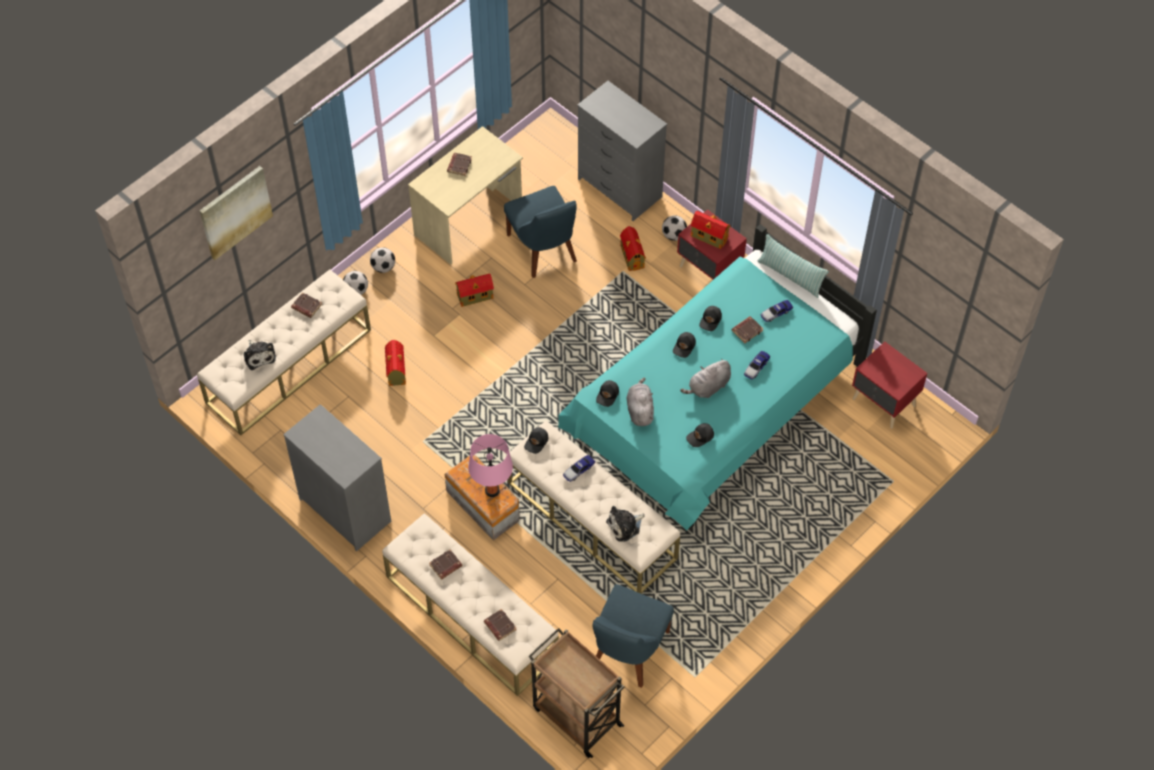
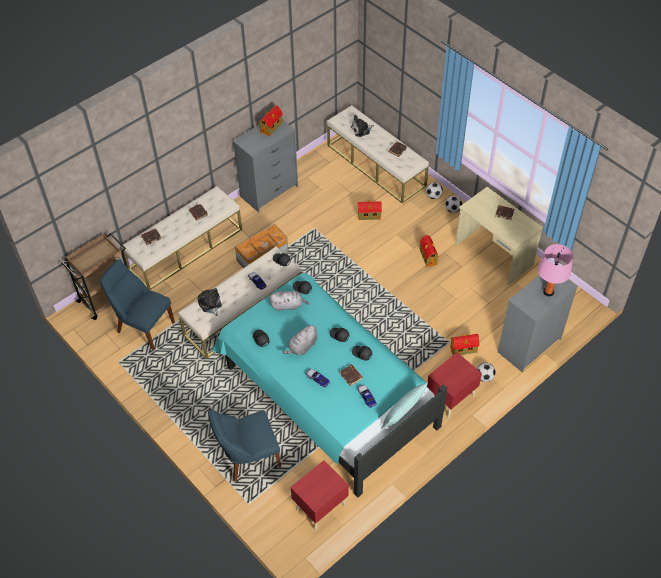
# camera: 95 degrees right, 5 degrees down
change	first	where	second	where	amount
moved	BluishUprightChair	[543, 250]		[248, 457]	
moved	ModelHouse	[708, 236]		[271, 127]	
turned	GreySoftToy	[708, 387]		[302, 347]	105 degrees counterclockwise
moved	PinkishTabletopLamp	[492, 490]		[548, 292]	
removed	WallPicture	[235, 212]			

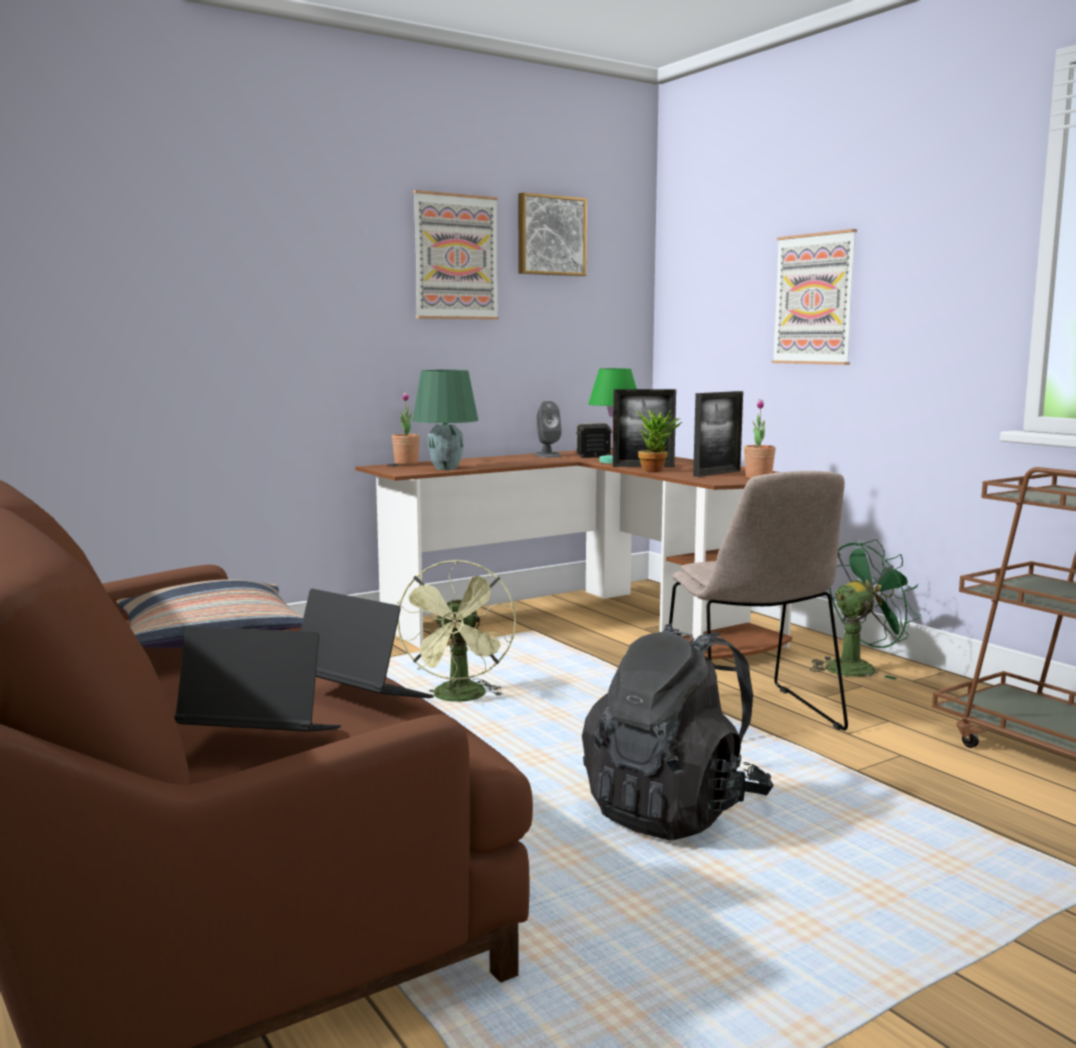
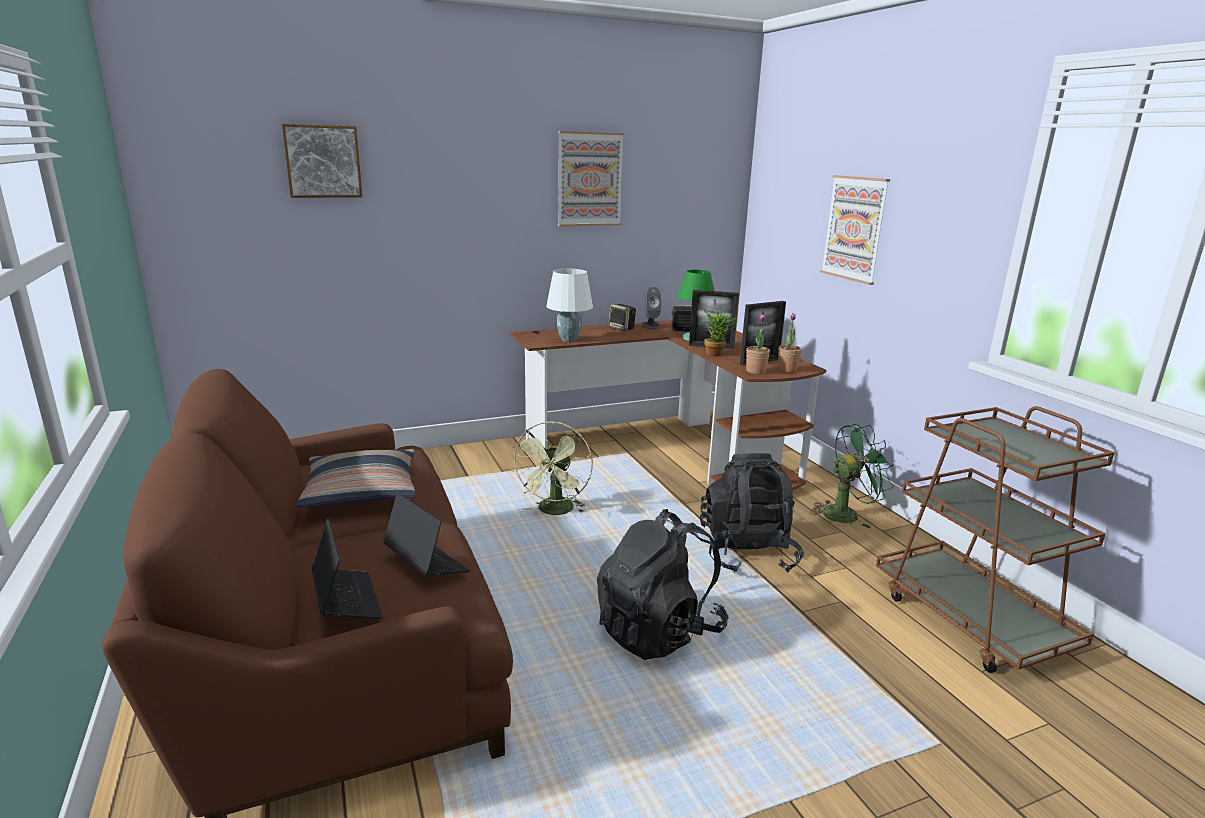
# camera: 10 degrees right, 10 degrees up
change	first	where	second	where	amount
moved	WallPicture	[550, 236]		[323, 161]	
turned	Laptop	[261, 740]		[346, 601]	45 degrees clockwise
recoloured	GreenishTabletopLamp	[446, 468]	WhiteTabletopLamp	[569, 340]	
added			Loudspeaker	[622, 328]	
replaced	BeigeColouredUprightChair	[751, 718]	BlackColouredRucksack	[747, 553]	
moved	PottedPlant	[406, 463]		[755, 371]	

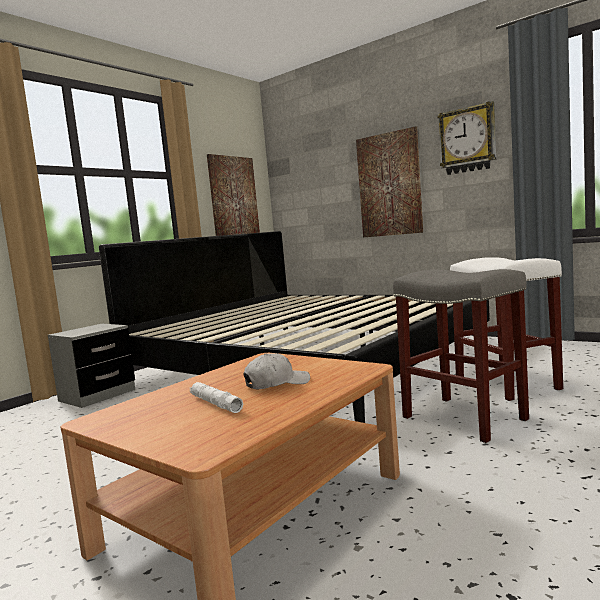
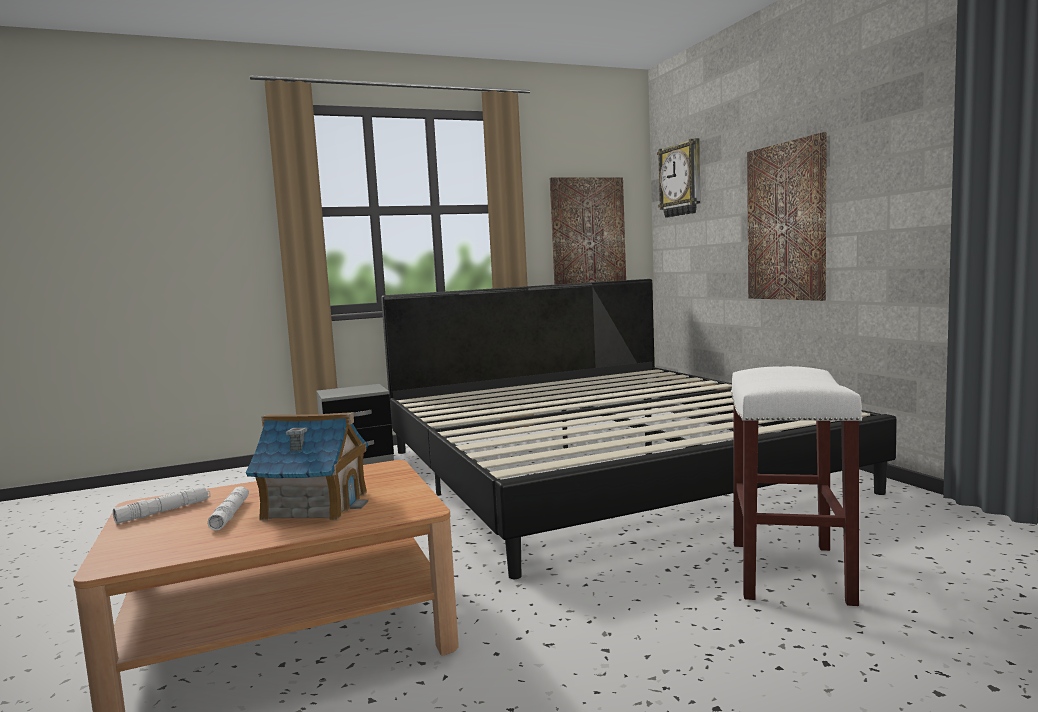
# camera: 30 degrees right, 0 degrees up
change	first	where	second	where	amount
added			WhiteFlashlight	[164, 511]	
replaced	WhitePeakedCap	[277, 383]	ModelHouse	[315, 505]	
moved	HangingClock	[467, 140]		[681, 180]	
removed	GreyStool	[465, 418]			

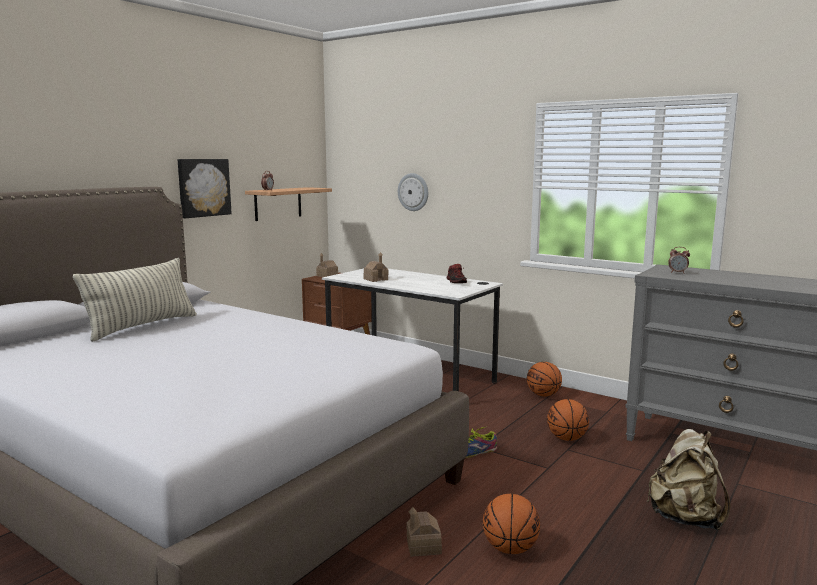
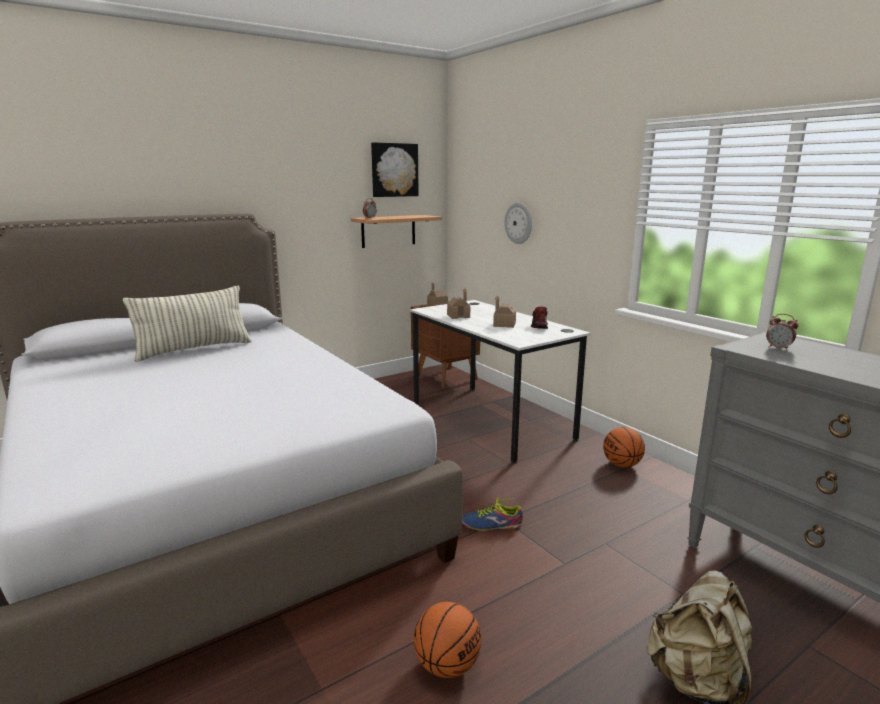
# camera: 20 degrees right, 5 degrees up
change	first	where	second	where	amount
moved	WallPicture	[203, 187]		[394, 170]	
moved	ModelHouse	[423, 546]		[504, 324]	
removed	Basketball	[567, 438]			

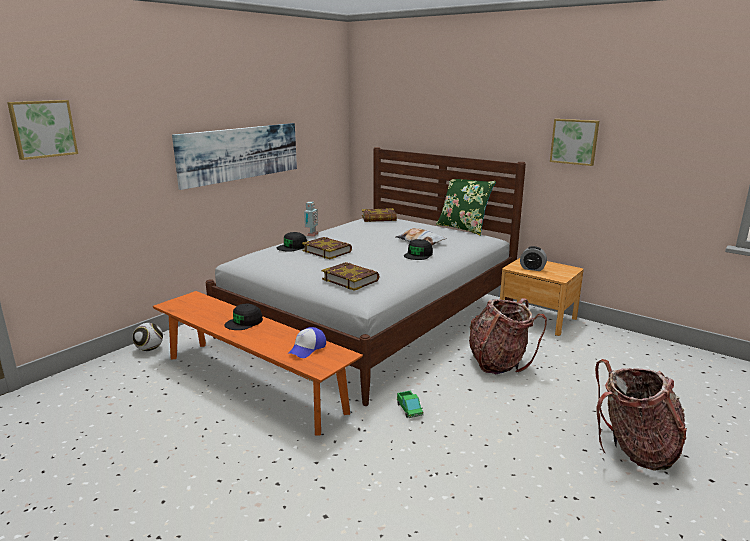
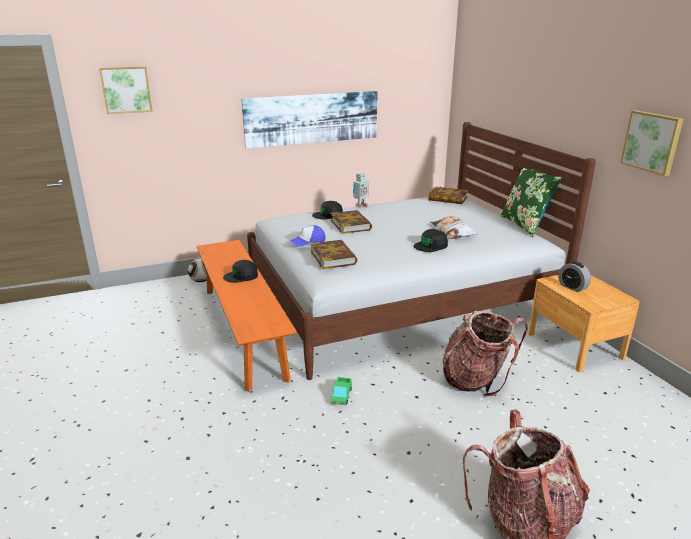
# camera: 30 degrees right, 5 degrees up
change	first	where	second	where	amount
moved	PeakedCap	[307, 348]		[308, 241]	

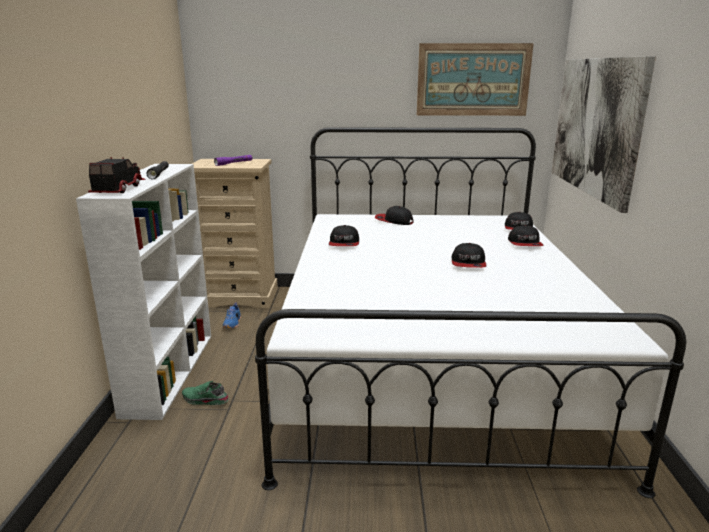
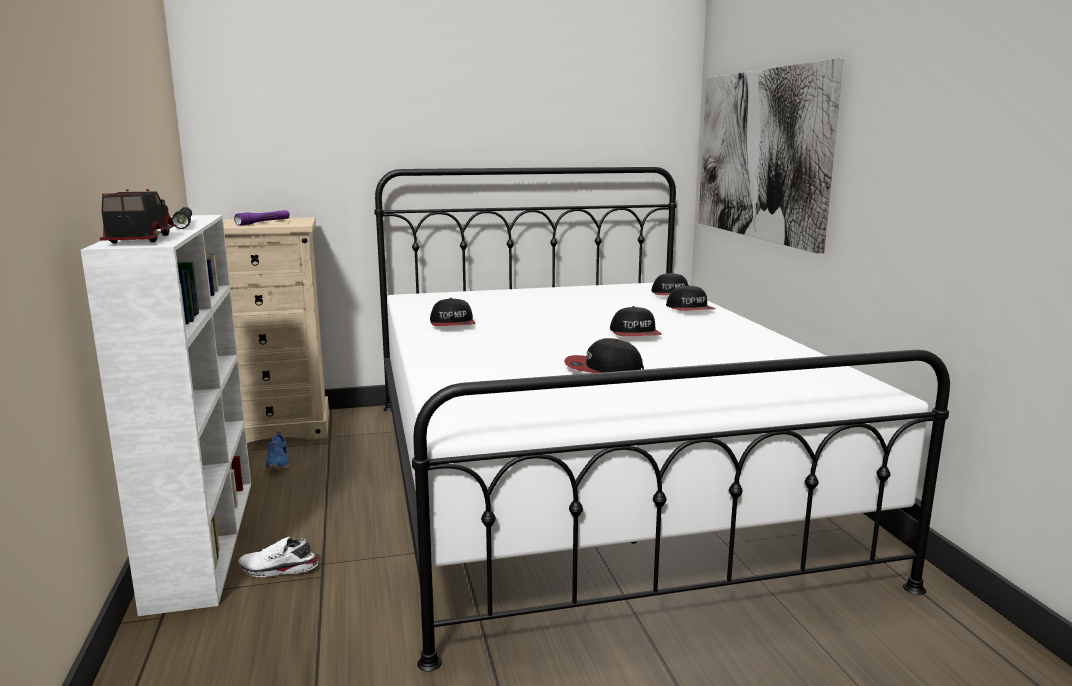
# camera: 15 degrees left, 5 degrees down
change	first	where	second	where	amount
recoloured	GreenishLowShoe	[204, 400]	WhiteLowShoe	[278, 570]	
moved	PeakedCap	[393, 221]		[603, 369]	
removed	WallPicture	[473, 80]			

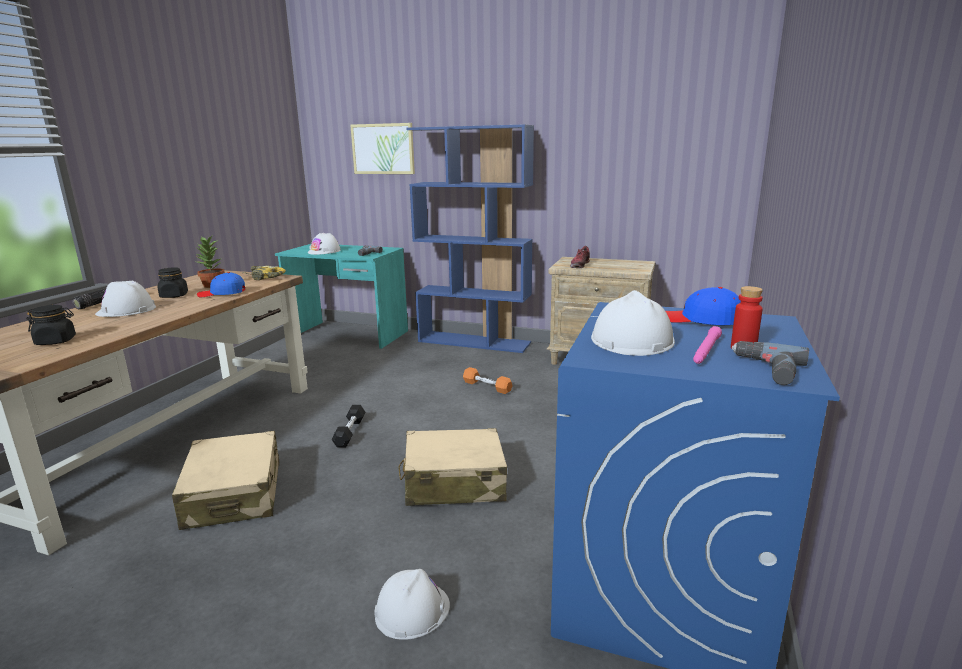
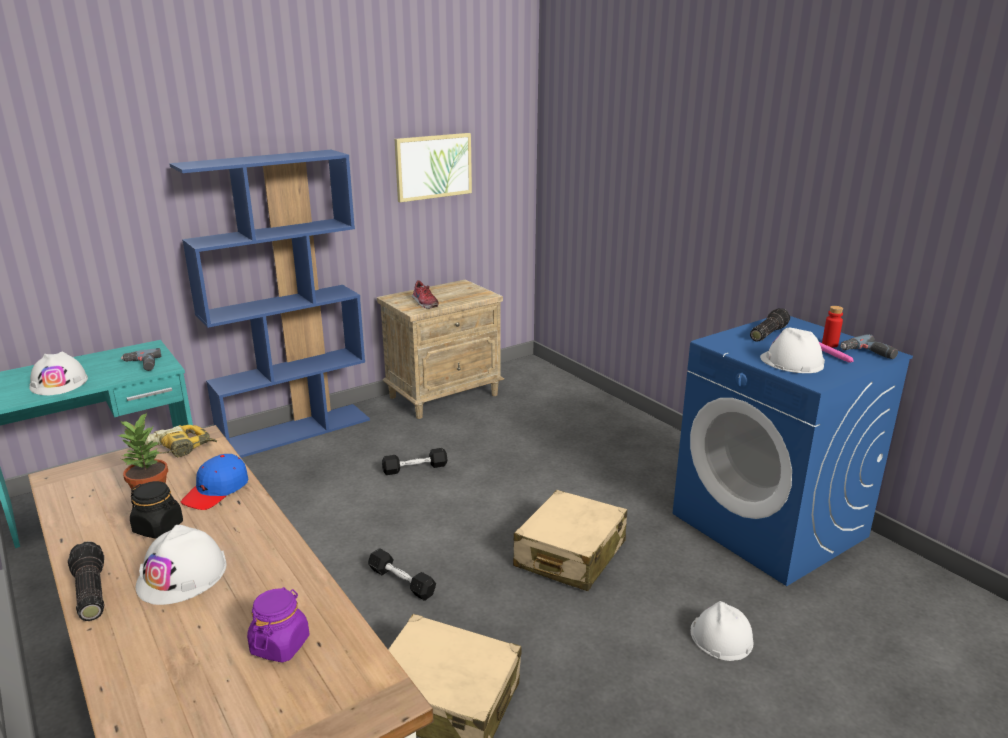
# camera: 55 degrees left, 5 degrees up
change	first	where	second	where	amount
recoloured	BlackColouredJar	[56, 341]	PurpleColouredJar	[280, 645]	
recoloured	OrangeHandWeight	[487, 386]	BlackColouredHandWeight	[415, 468]	
moved	WallPicture	[383, 149]		[433, 166]	
replaced	BluishPeakedCap	[700, 320]	Flashlight	[767, 333]	

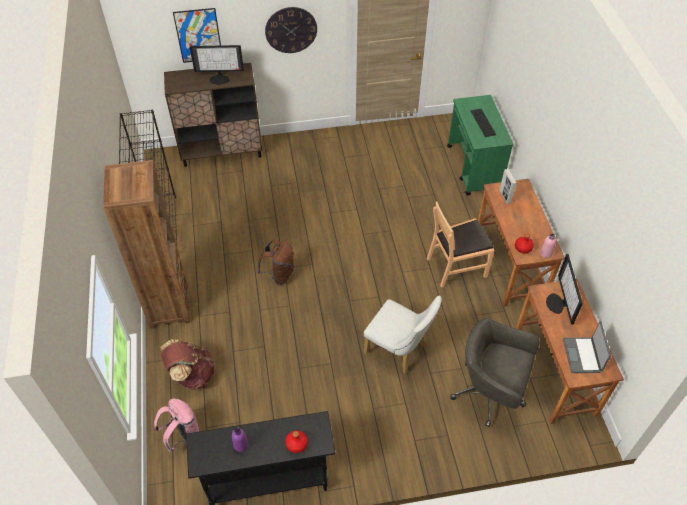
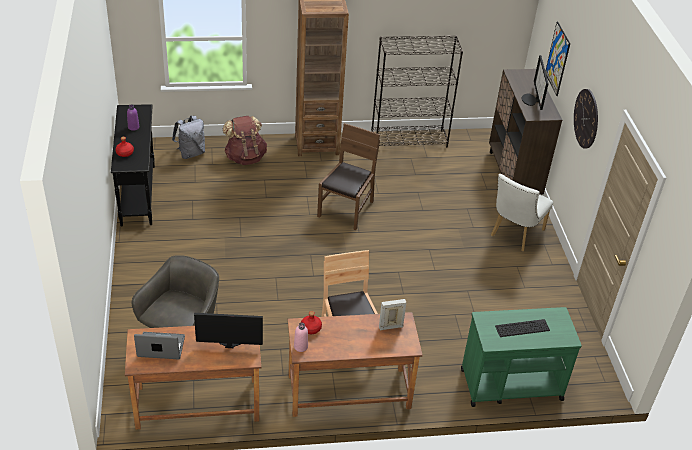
# camera: 90 degrees right, 10 degrees down
change	first	where	second	where	amount
recoloured	PinkishRucksack	[182, 435]	GreyRucksack	[191, 153]	
replaced	BrownRucksack	[279, 275]	BrownUprightChair	[346, 209]	
moved	WhiteUprightChair	[399, 351]		[514, 235]	

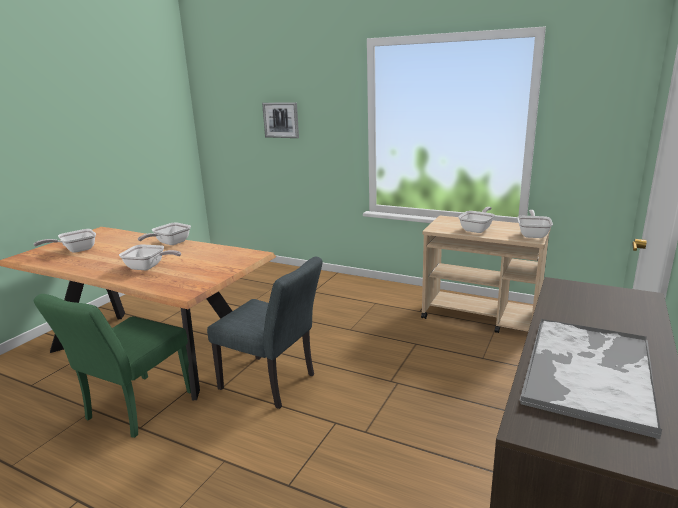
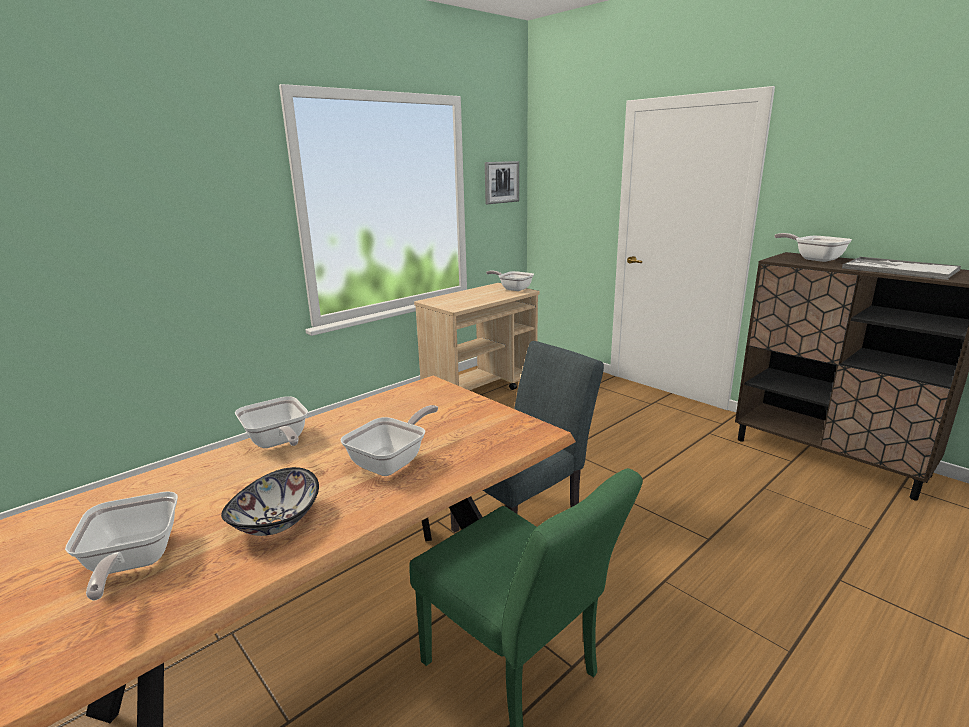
# camera: 70 degrees left, 0 degrees up
change	first	where	second	where	amount
added			DeepDish	[275, 522]	
moved	WallPicture	[281, 120]		[501, 182]	
moved	Skillet	[477, 229]		[814, 259]	

